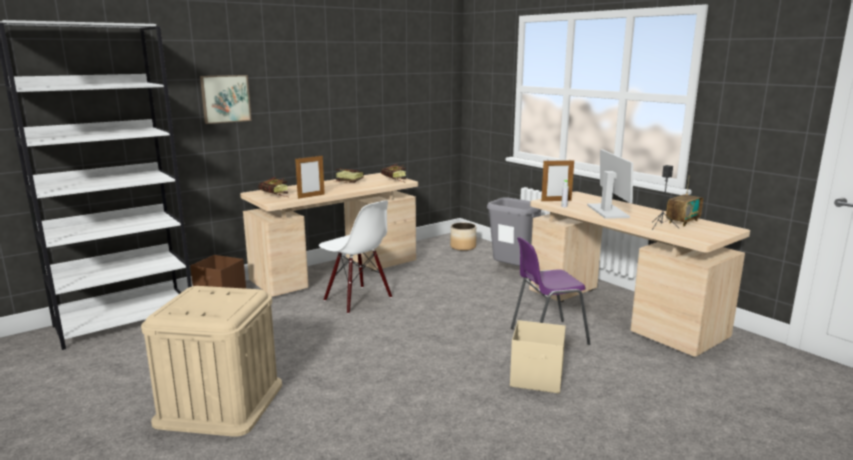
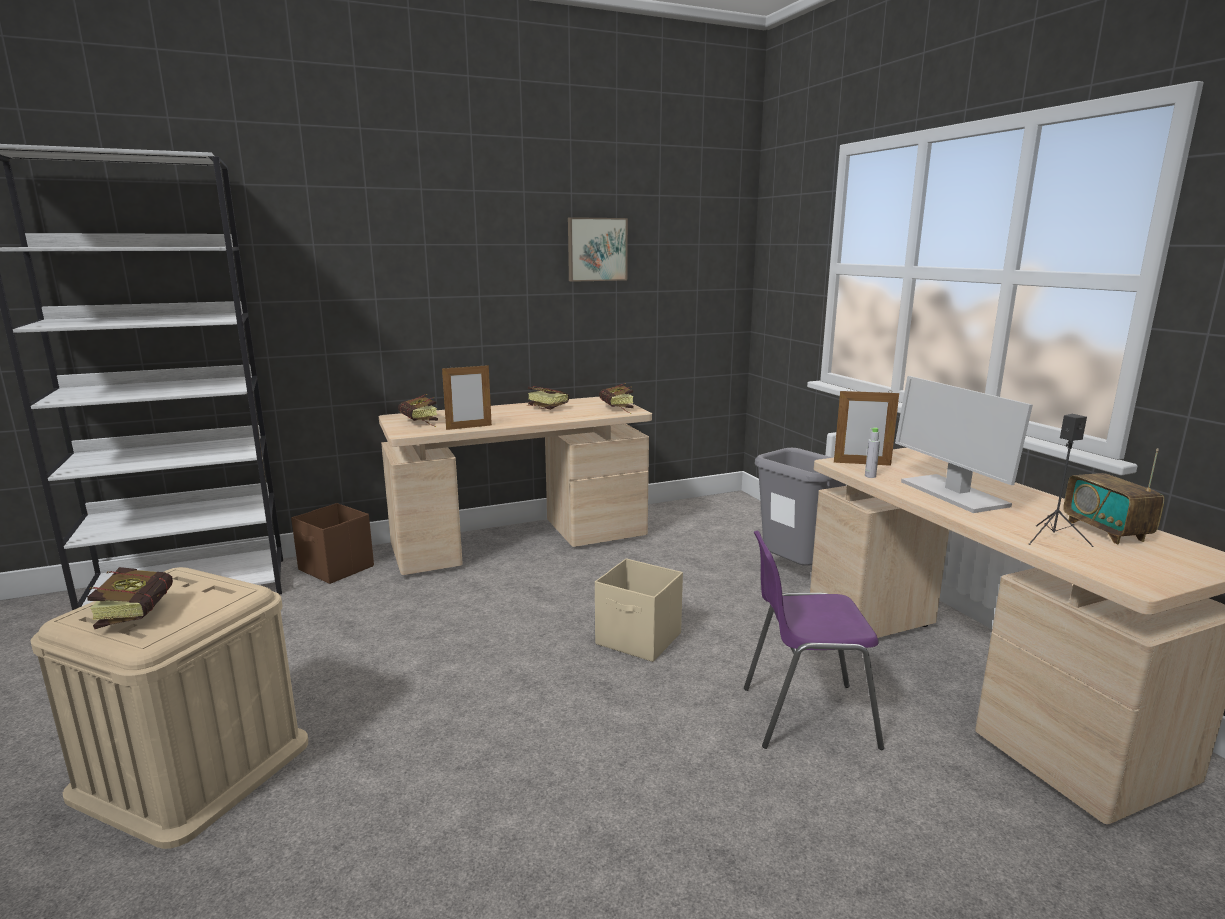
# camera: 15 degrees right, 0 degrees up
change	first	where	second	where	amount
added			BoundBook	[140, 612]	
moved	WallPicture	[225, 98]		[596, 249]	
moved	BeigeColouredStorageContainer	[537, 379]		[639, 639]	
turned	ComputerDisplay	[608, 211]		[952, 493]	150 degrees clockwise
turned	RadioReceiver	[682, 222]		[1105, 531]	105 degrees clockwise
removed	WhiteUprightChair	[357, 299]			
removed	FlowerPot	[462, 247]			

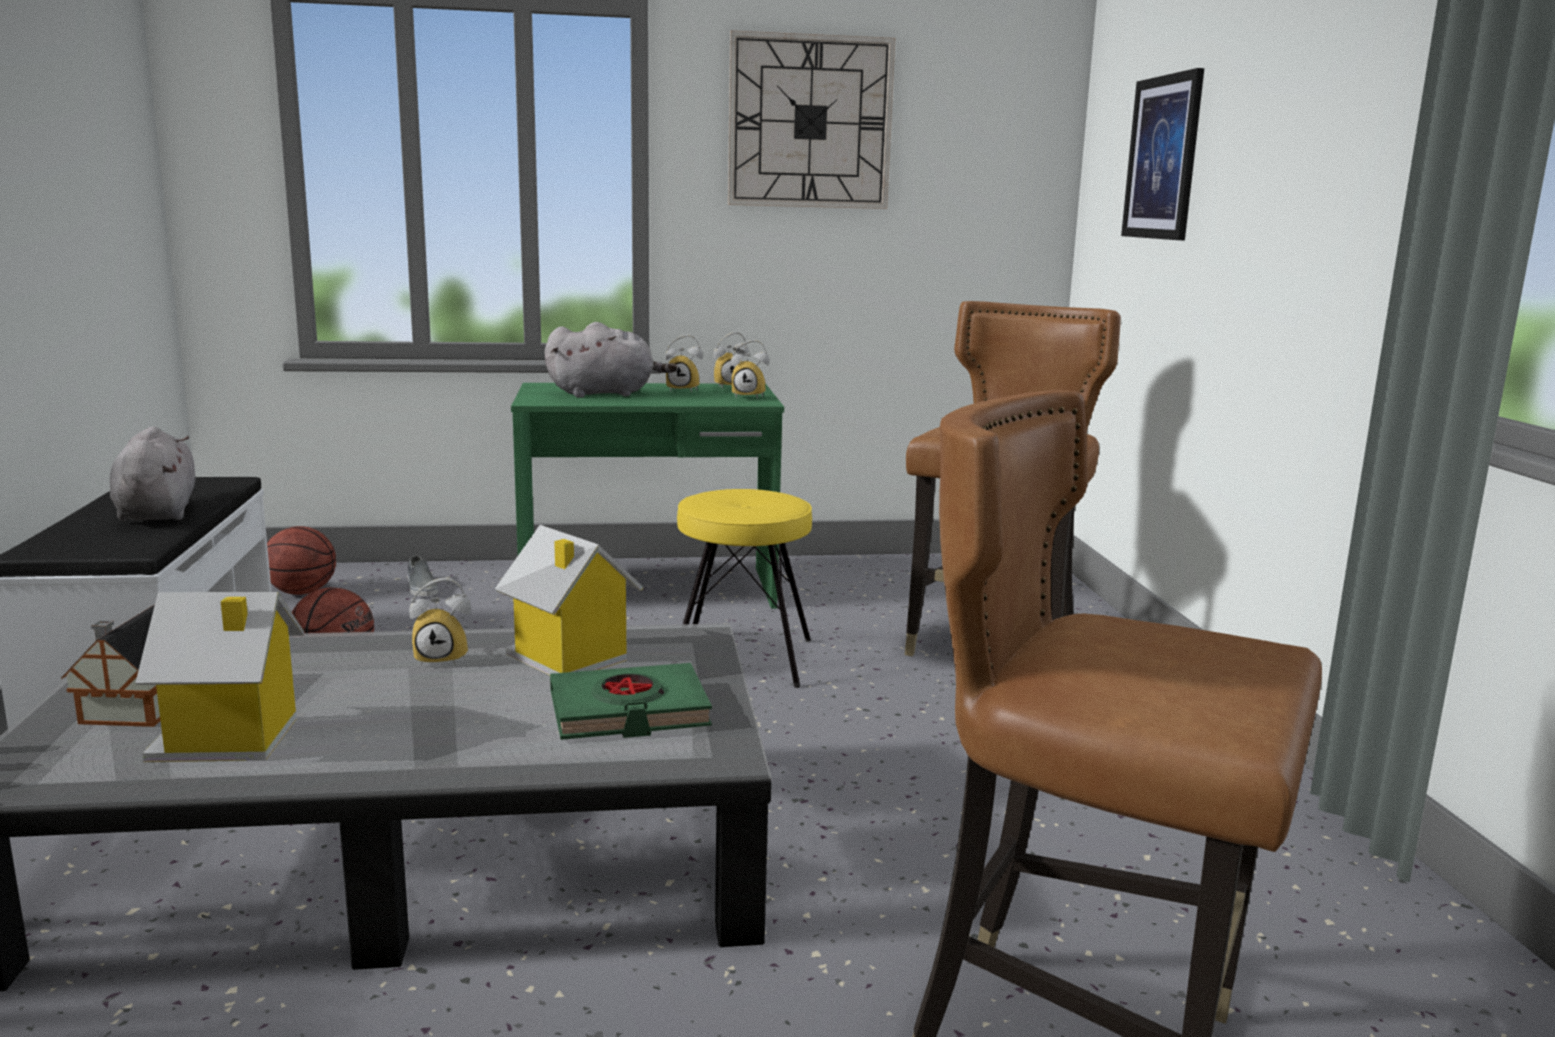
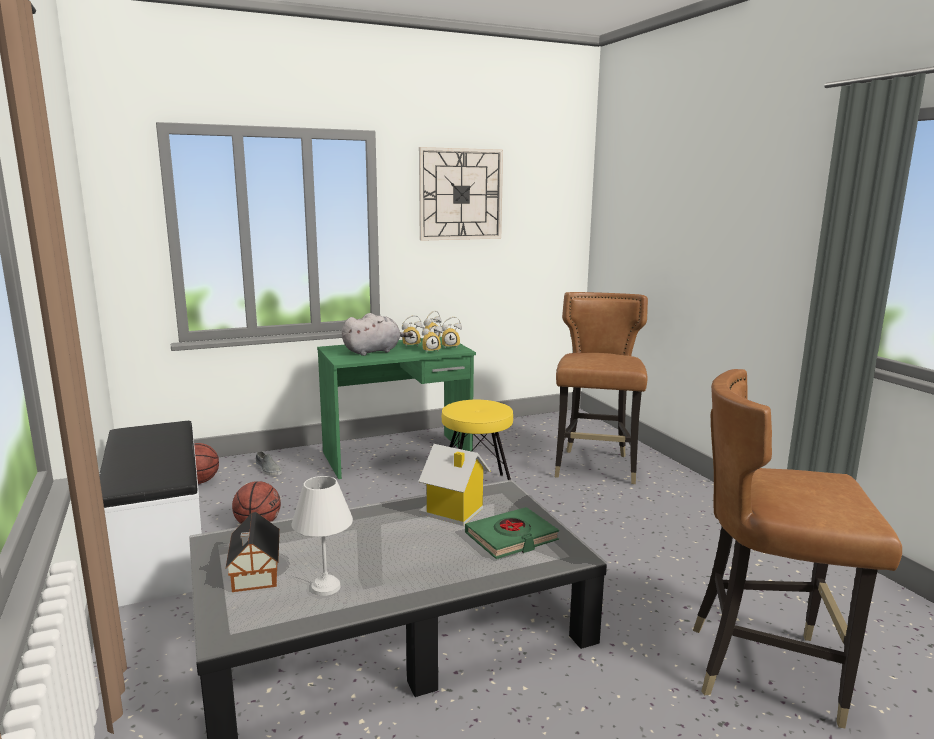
# camera: 15 degrees left, 0 degrees up
change	first	where	second	where	amount
replaced	ModelHouse	[230, 740]	WhiteTabletopLamp	[327, 587]	
moved	AlarmClock	[444, 658]		[431, 350]	
removed	GreySoftToy	[157, 512]			
removed	WallPicture	[1163, 158]			

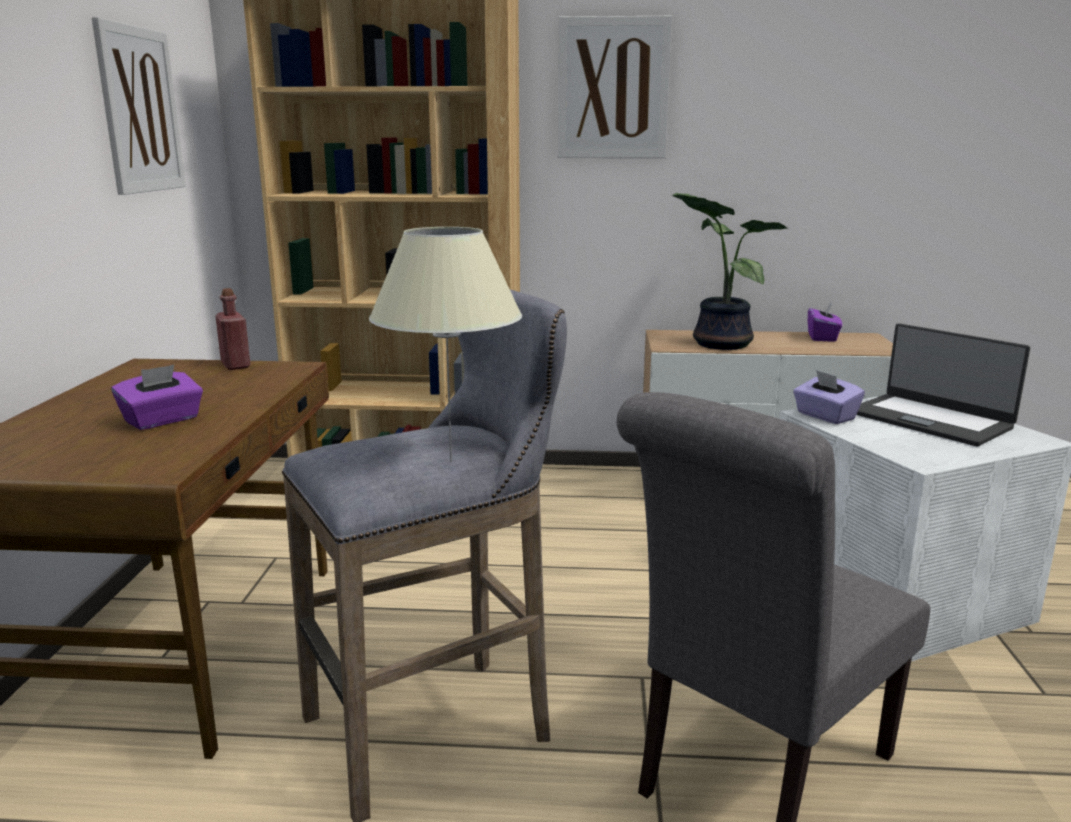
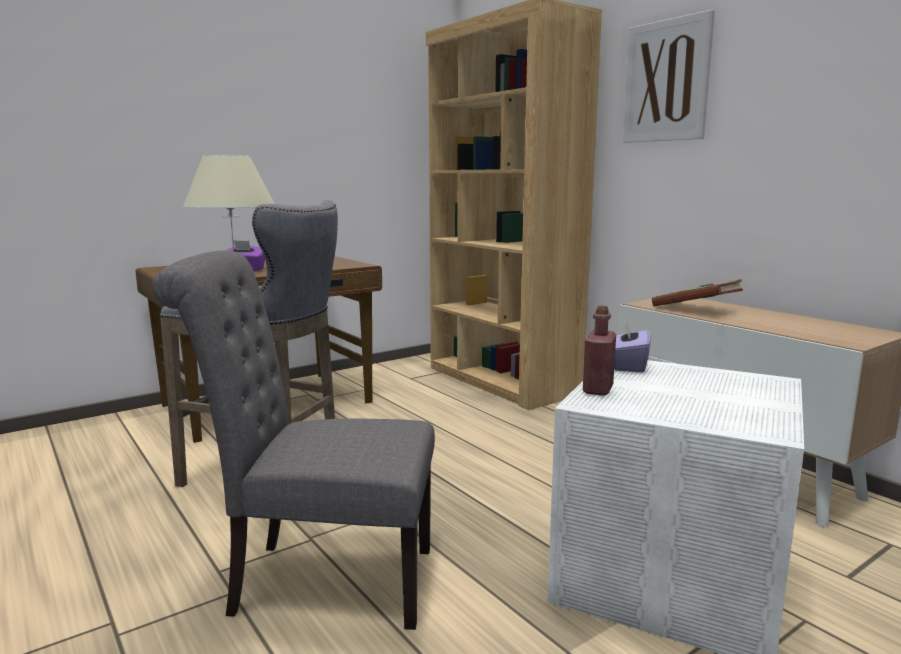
# camera: 50 degrees right, 5 degrees down
change	first	where	second	where	amount
moved	RedBottle	[235, 365]		[598, 389]	
replaced	PottedPlant	[718, 343]	BrownBoundBook	[695, 309]	
removed	WallPicture	[140, 110]			
removed	PurpleColouredTissueHolder	[822, 337]			
removed	Laptop	[930, 420]			

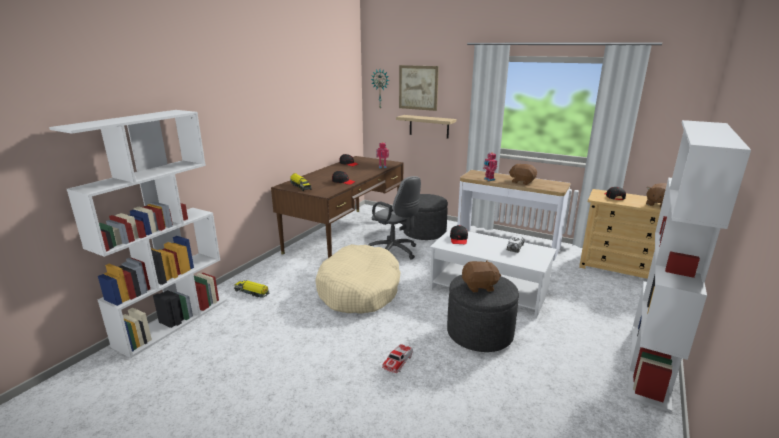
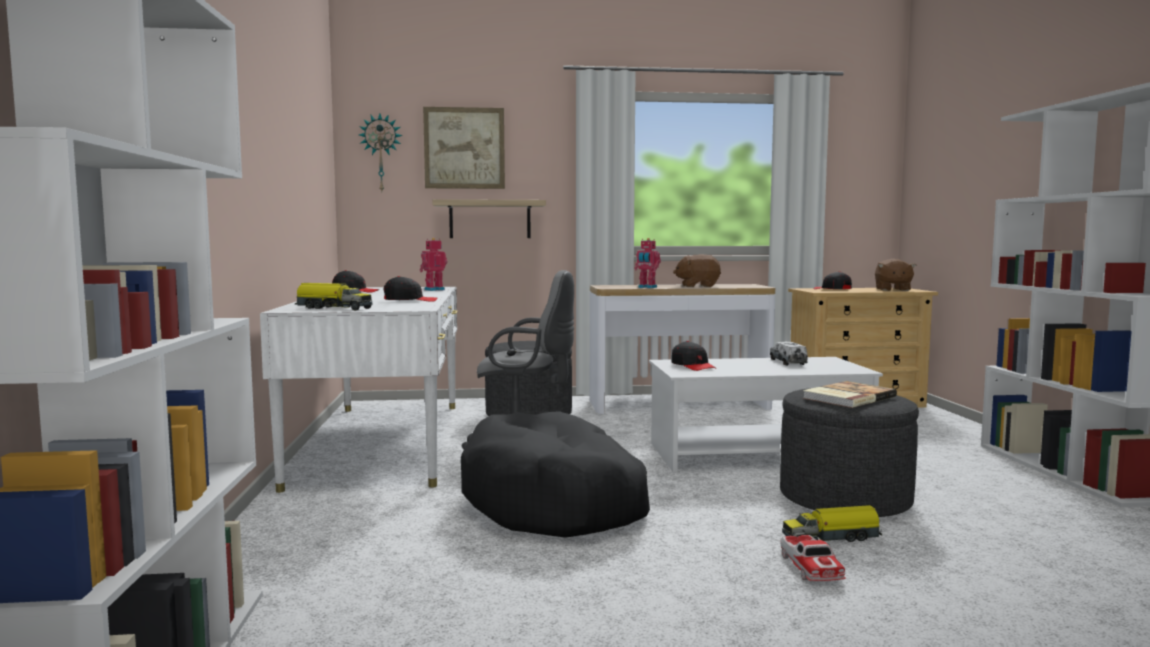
# camera: 35 degrees left, 15 degrees down
change	first	where	second	where	amount
recoloured	BrownDeskTable	[346, 235]	WhiteDeskTable	[382, 442]	
recoloured	BeigeColouredPetBed	[359, 290]	BlackColouredPetBed	[555, 501]	
moved	ToyTruck	[252, 292]		[832, 538]	
replaced	BrownSoftToy	[479, 286]	BoundBook	[847, 397]	

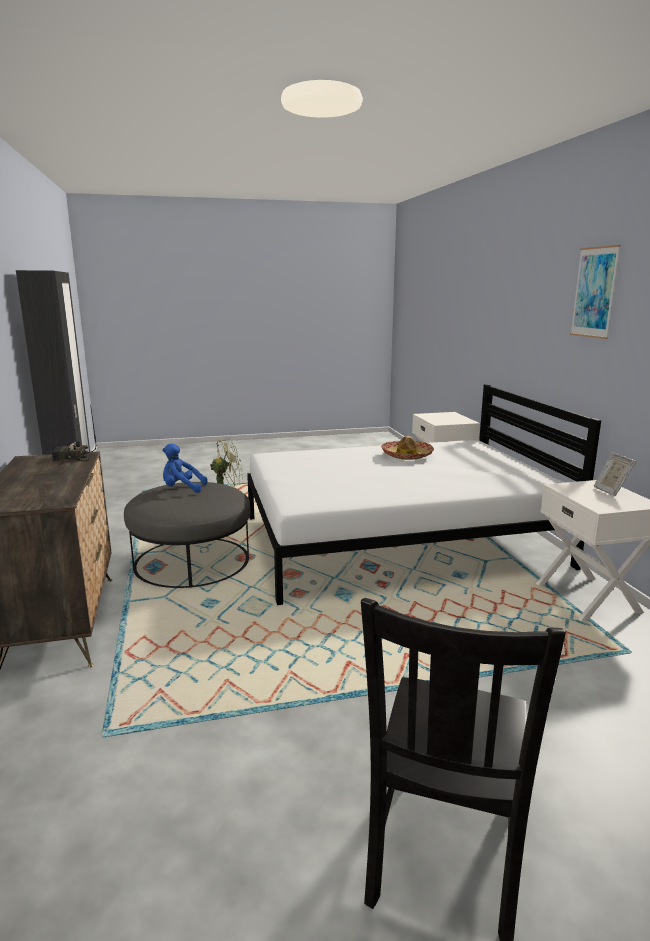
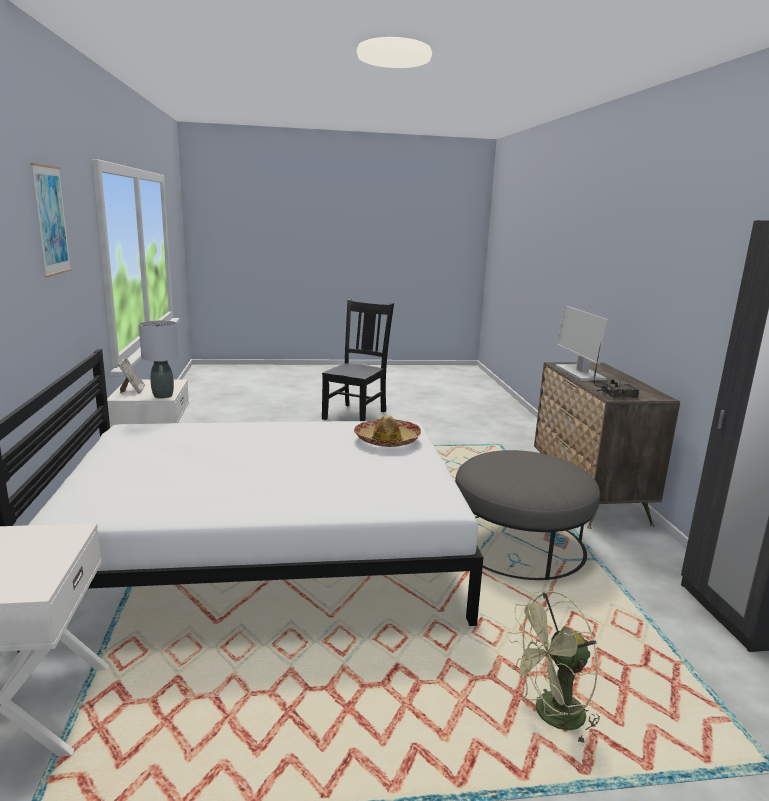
# camera: 175 degrees left, 0 degrees up
change	first	where	second	where	amount
added			GreyTabletopLamp	[163, 396]	
moved	WearableHat	[406, 456]		[387, 440]	
added			ComputerDisplay	[579, 372]	
removed	BluishSoftToy	[182, 489]			

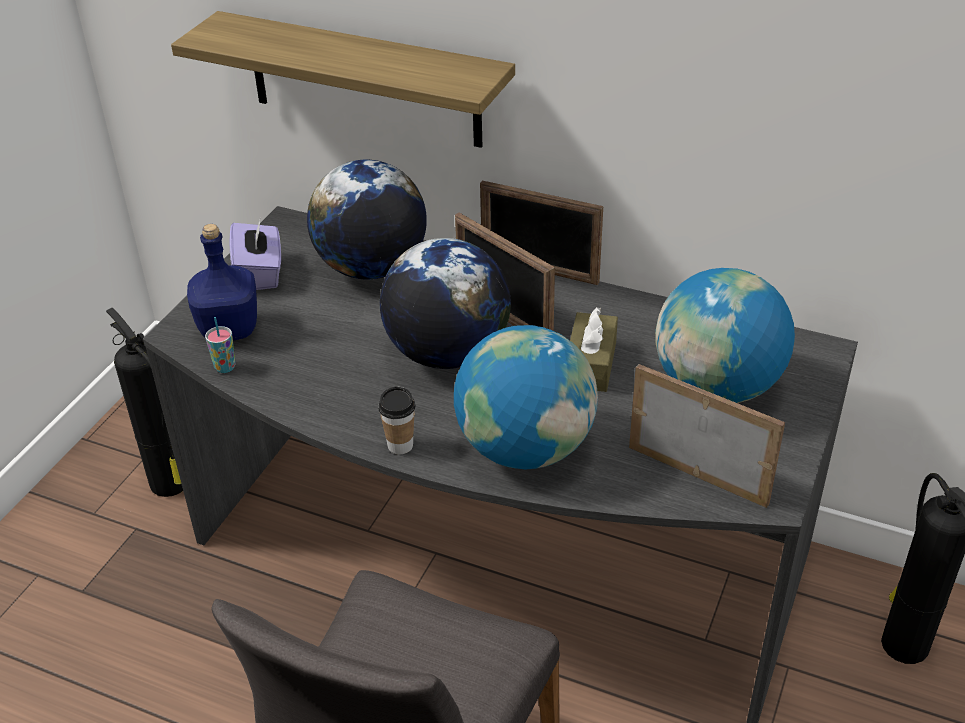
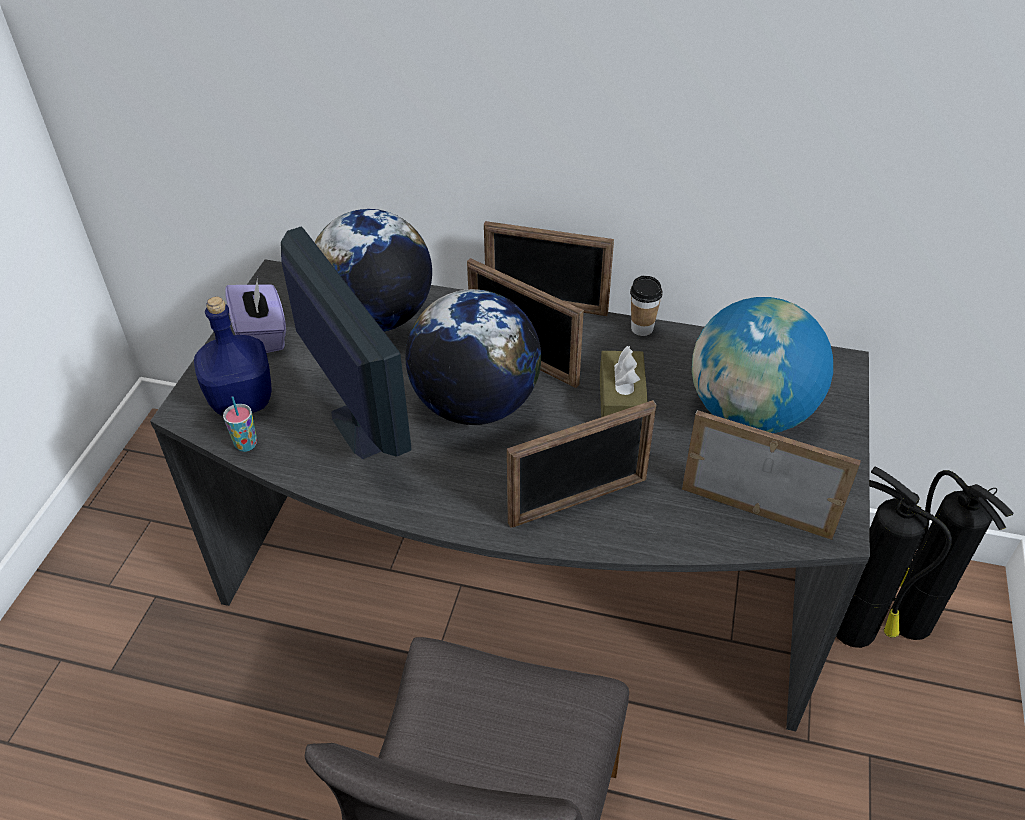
# camera: 10 degrees left, 5 degrees up
change	first	where	second	where	amount
added			ComputerDisplay	[362, 426]	
replaced	Globe	[525, 448]	PictureFrame	[578, 501]	
moved	Cup	[400, 445]		[642, 328]	
moved	FireFightingCylinder	[171, 484]		[856, 631]	
removed	Shelf	[364, 80]			

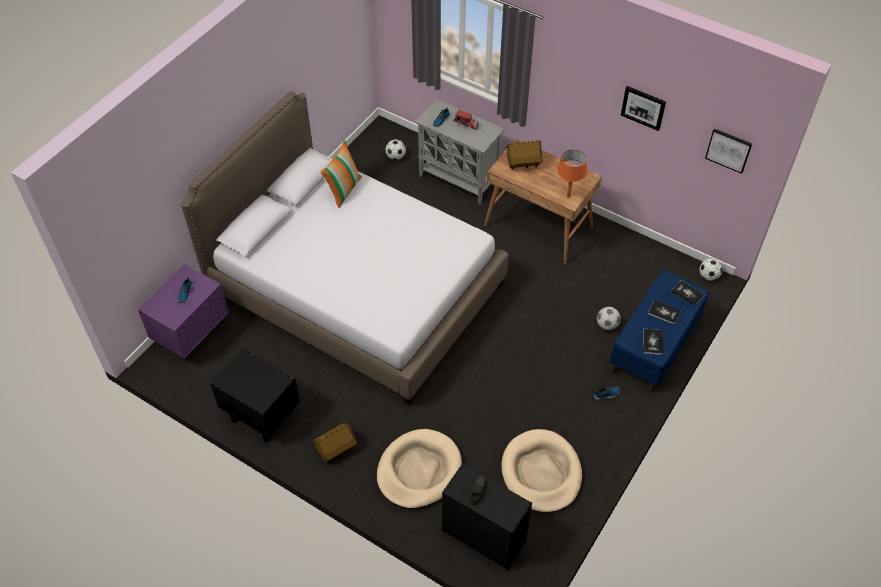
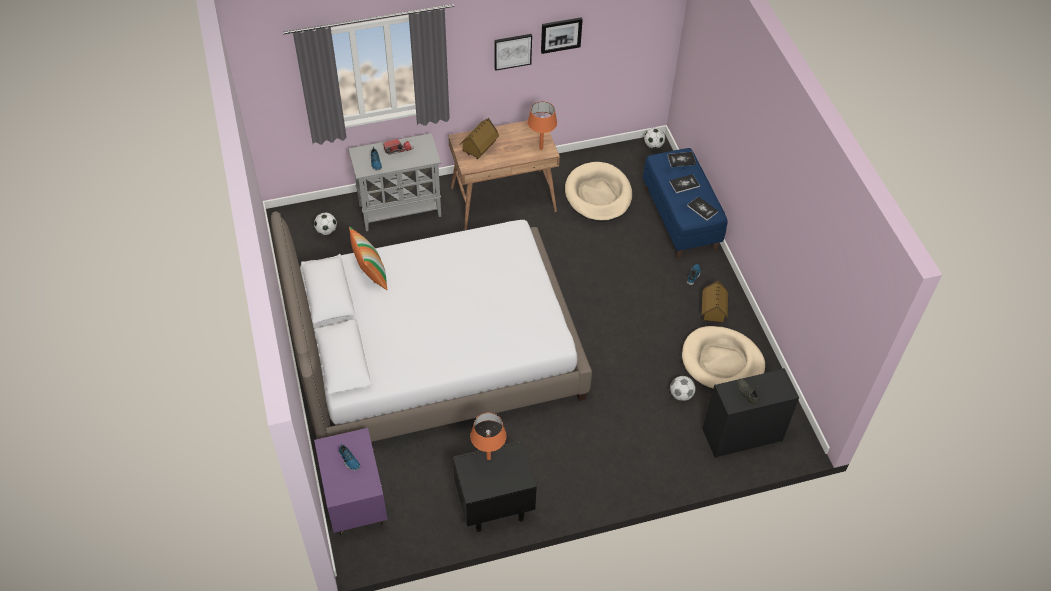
# camera: 50 degrees left, 0 degrees up
change	first	where	second	where	amount
added			OrangeTabletopLamp	[488, 458]	
moved	WallPicture	[728, 150]		[512, 51]	
moved	BeigeColouredPetBed	[419, 471]		[598, 195]	
moved	BallForFootball	[607, 325]		[681, 395]	
moved	ModelHouse	[336, 449]		[712, 312]	

